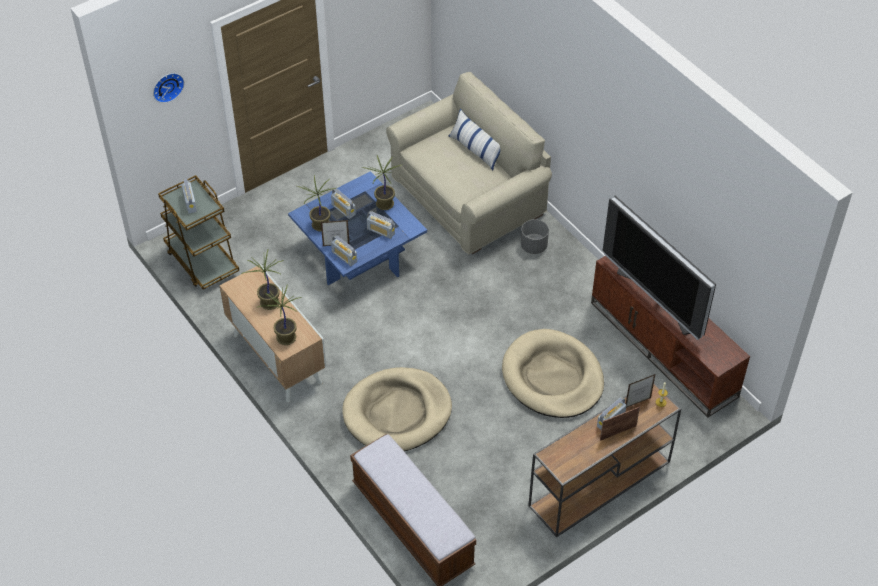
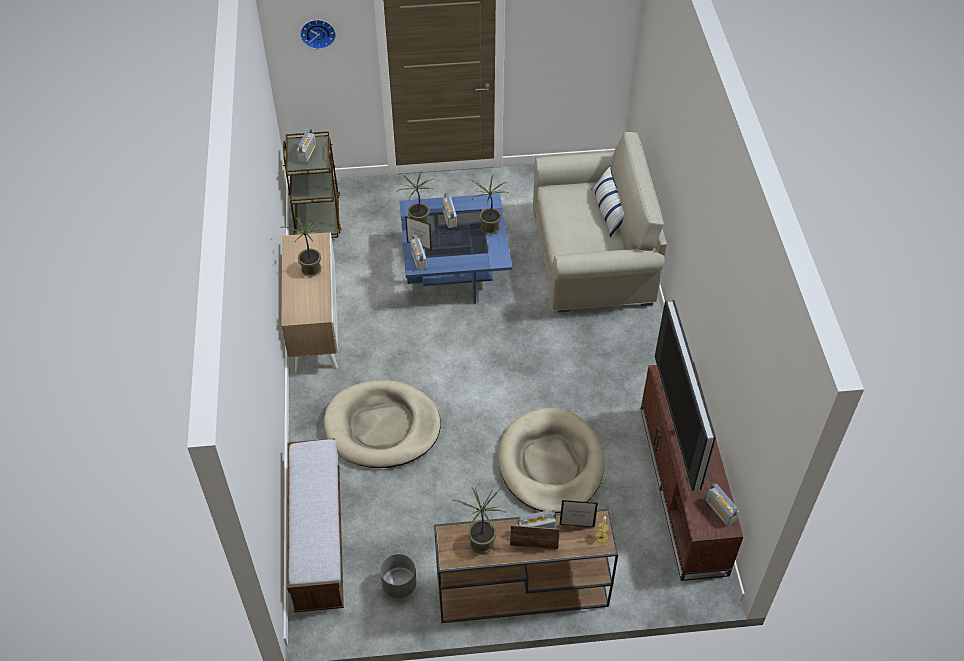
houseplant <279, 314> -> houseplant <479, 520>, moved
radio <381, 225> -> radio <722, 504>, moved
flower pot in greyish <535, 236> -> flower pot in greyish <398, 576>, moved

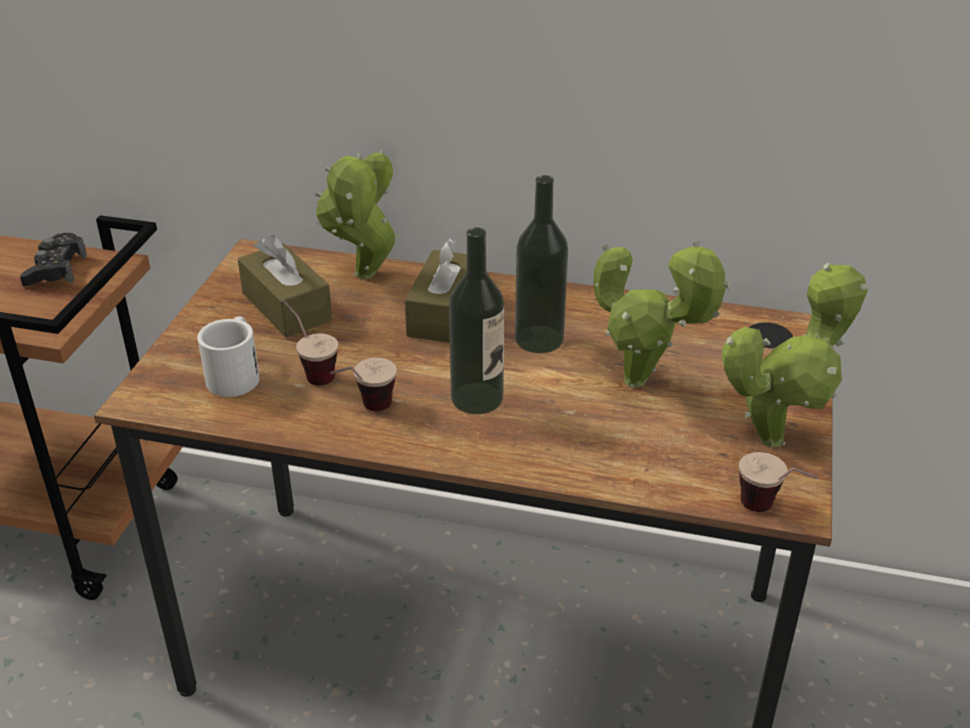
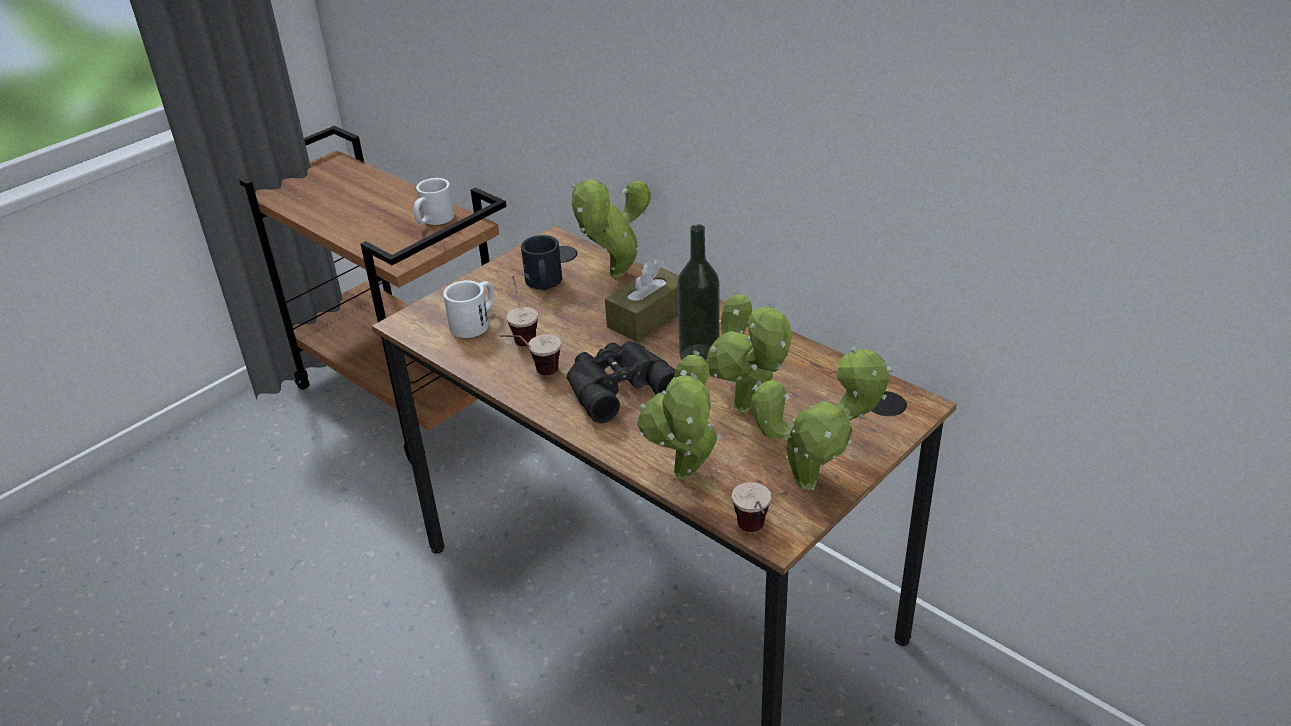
game controller in blackish <53, 259> -> coffee mug in white <434, 201>
tissue holder in brown-coloured <285, 286> -> coffee mug in blackish <541, 262>
drink bottle <477, 320> -> field glasses in blackish <621, 382>
none -> houseplant <679, 415>

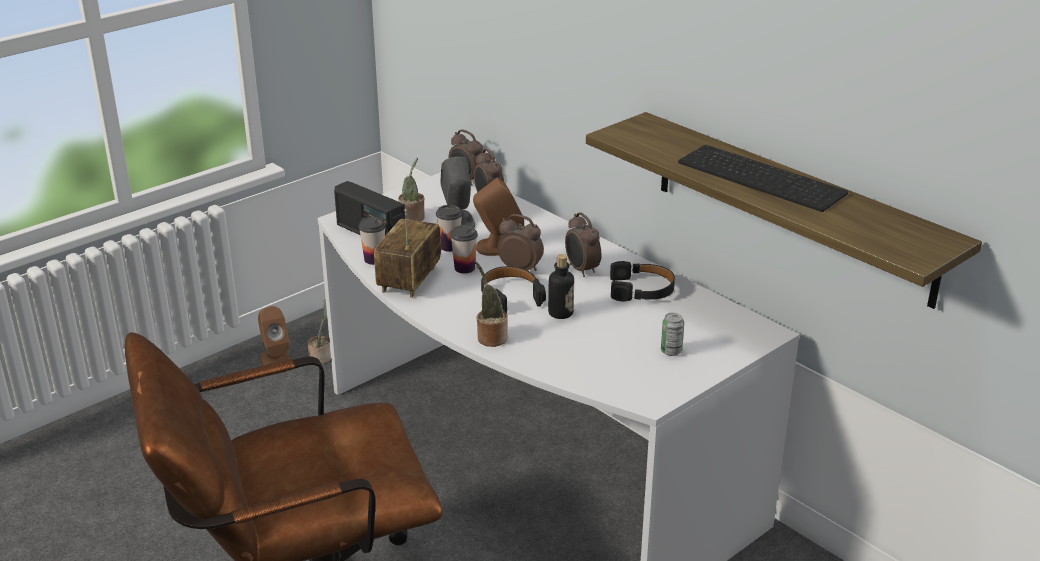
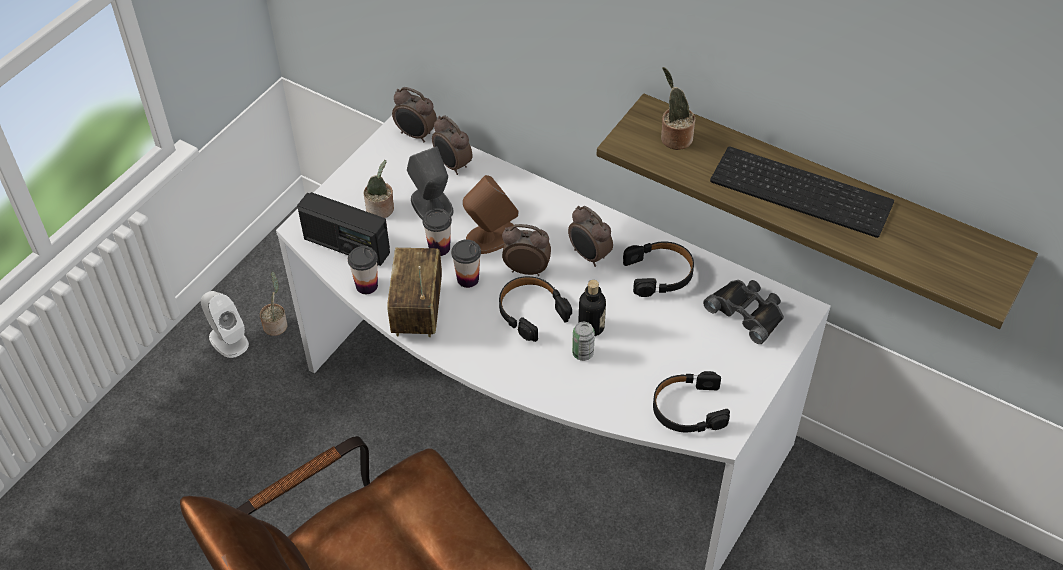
audio speaker in brown-coloured <274, 336> -> audio speaker in white <225, 324>
houseplant <491, 304> -> houseplant <678, 108>, moved
can <672, 334> -> can <583, 341>, moved
none -> headset in blackish <691, 401>
none -> field glasses in blackish <743, 312>

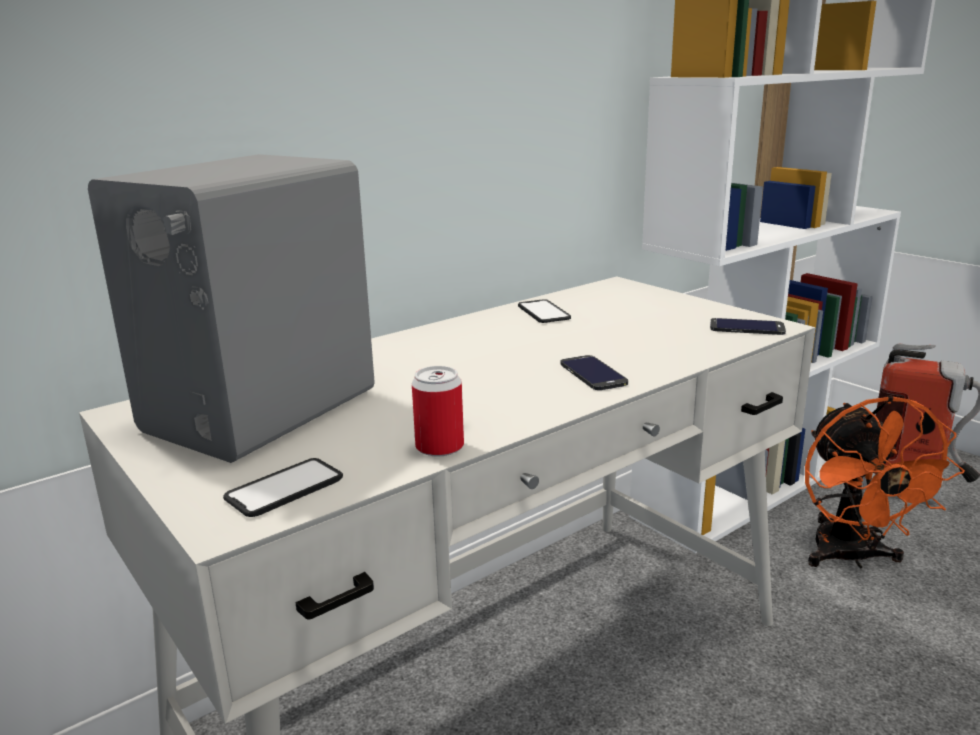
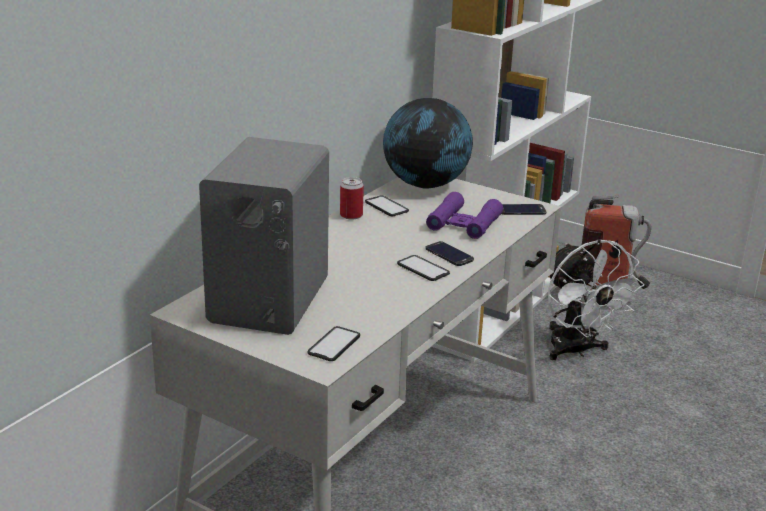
can <438, 411> -> can <352, 198>, moved
cooling fan in orangey <885, 482> -> cooling fan in white <596, 299>
none -> desk globe <428, 143>
none -> phone <423, 268>
none -> field glasses in purple <464, 215>

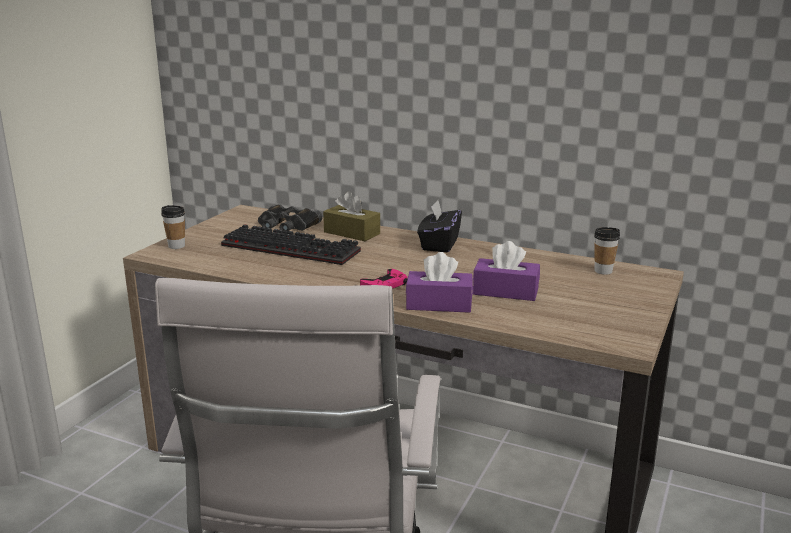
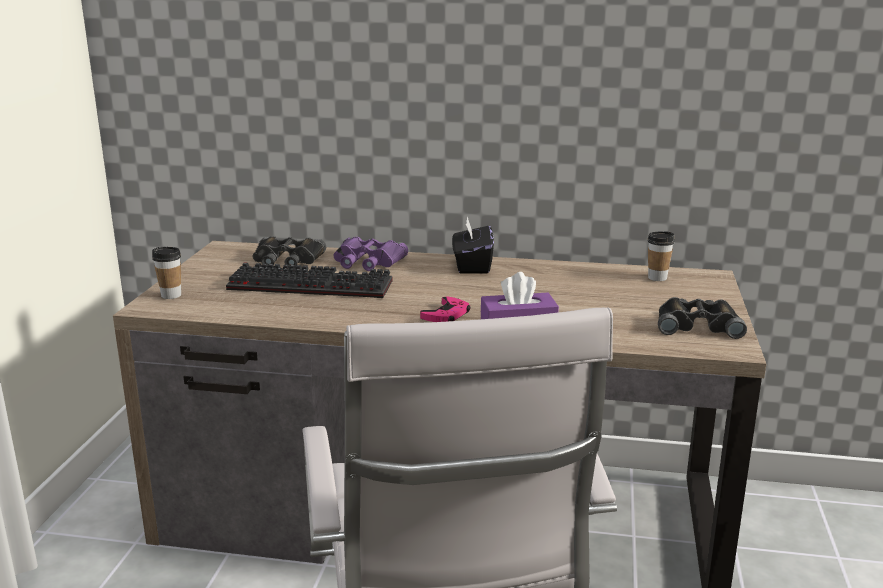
tissue holder in brown-coloured <351, 216> -> field glasses in purple <371, 254>
tissue holder in purple <506, 271> -> none
none -> field glasses in blackish <702, 318>

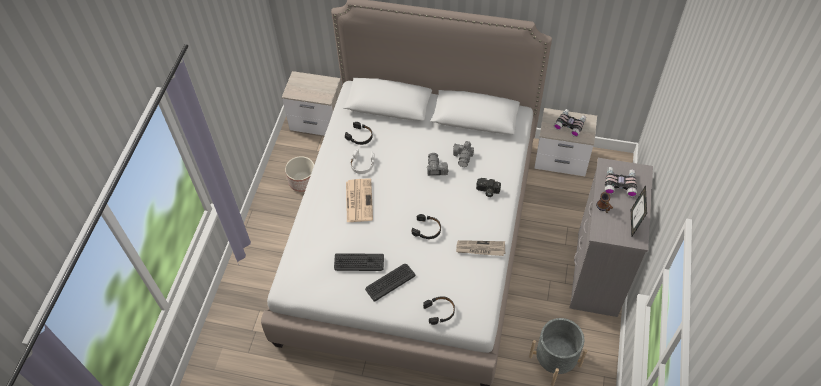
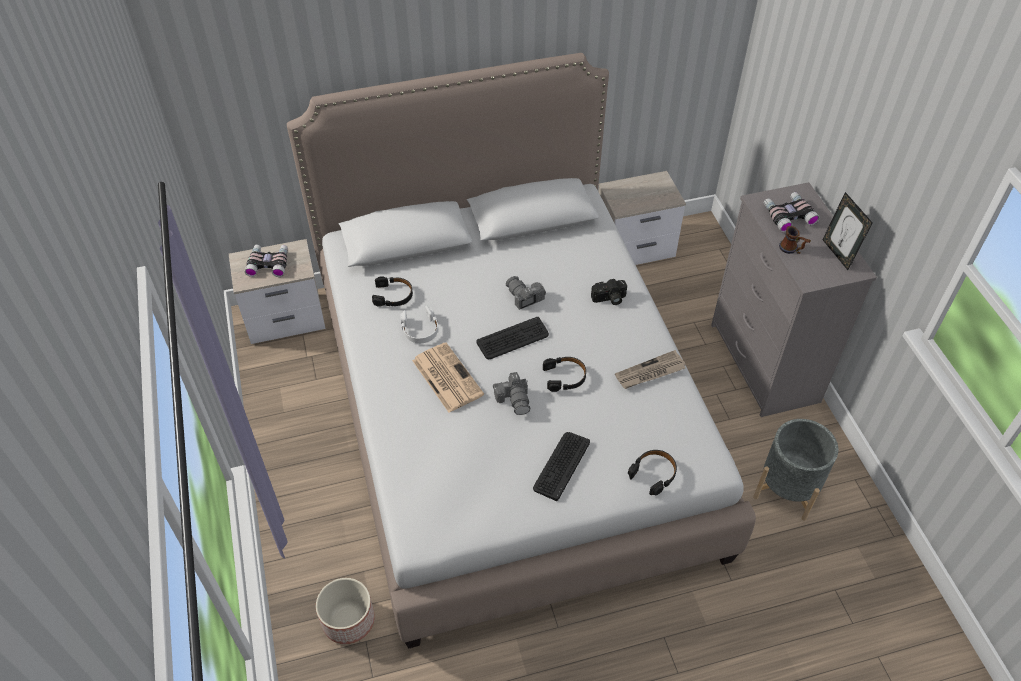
flower pot <299, 174> -> flower pot <345, 611>, moved
keyboard <359, 262> -> keyboard <513, 338>, moved
still camera <463, 154> -> still camera <511, 393>, moved
field glasses <570, 123> -> field glasses <266, 260>, moved

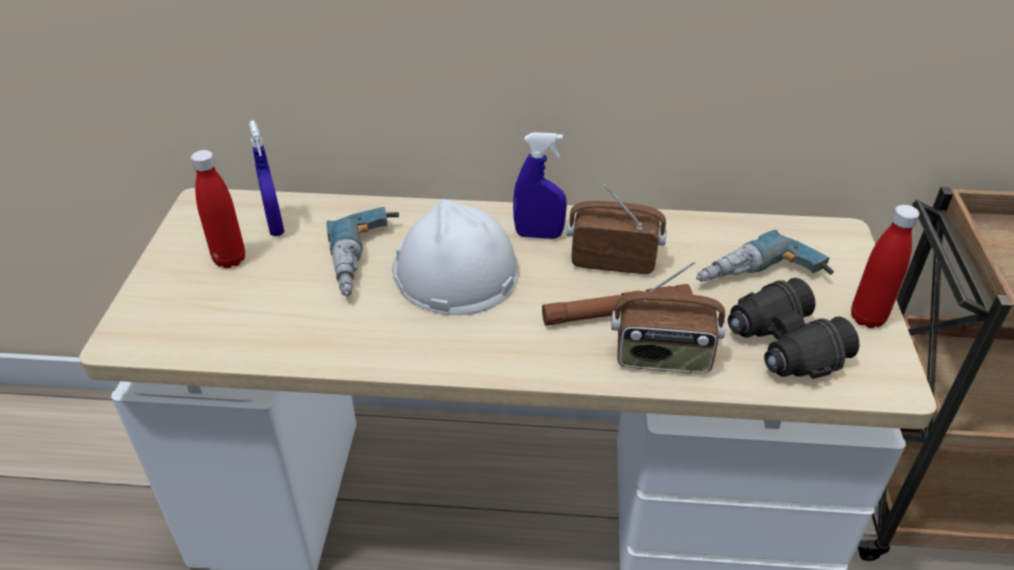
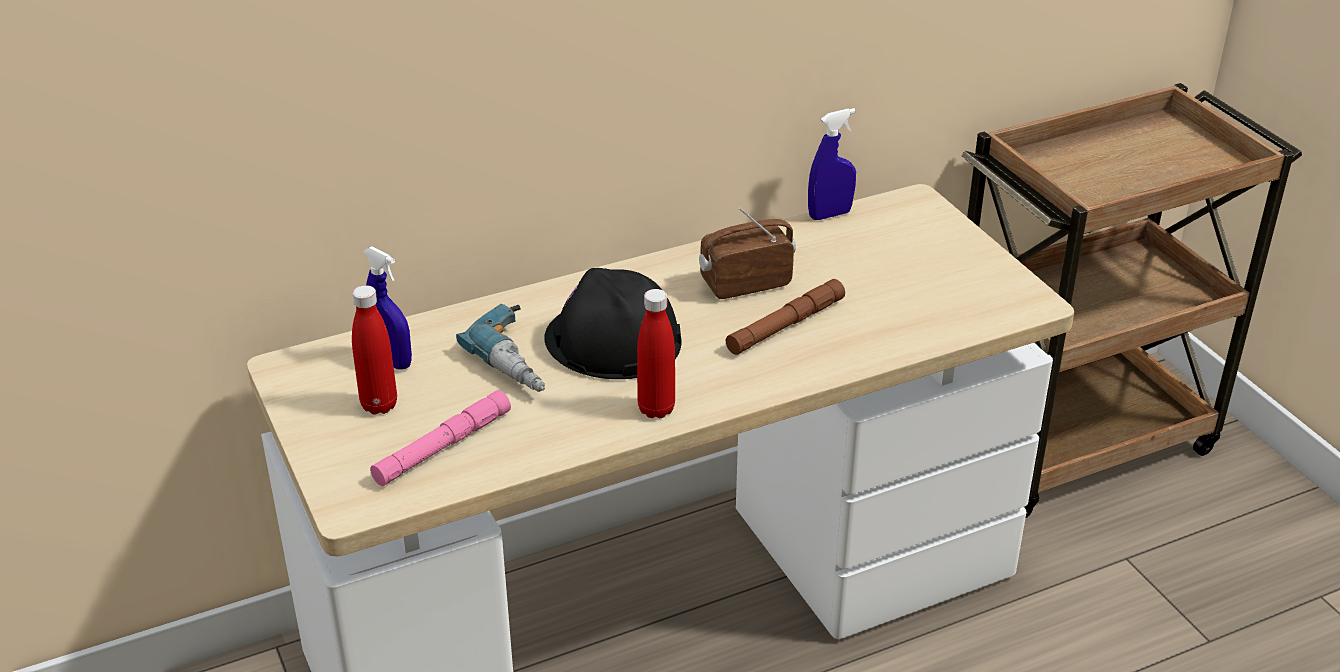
hard hat in white <455, 257> -> hard hat in blackish <613, 323>
spray bottle in bluish <540, 185> -> spray bottle in bluish <832, 164>, moved
radio <668, 317> -> none
electric drill <765, 256> -> none
field glasses in blackish <794, 328> -> none
drink bottle in red <885, 266> -> drink bottle in red <656, 353>, moved
none -> torch in pink-coloured <440, 438>

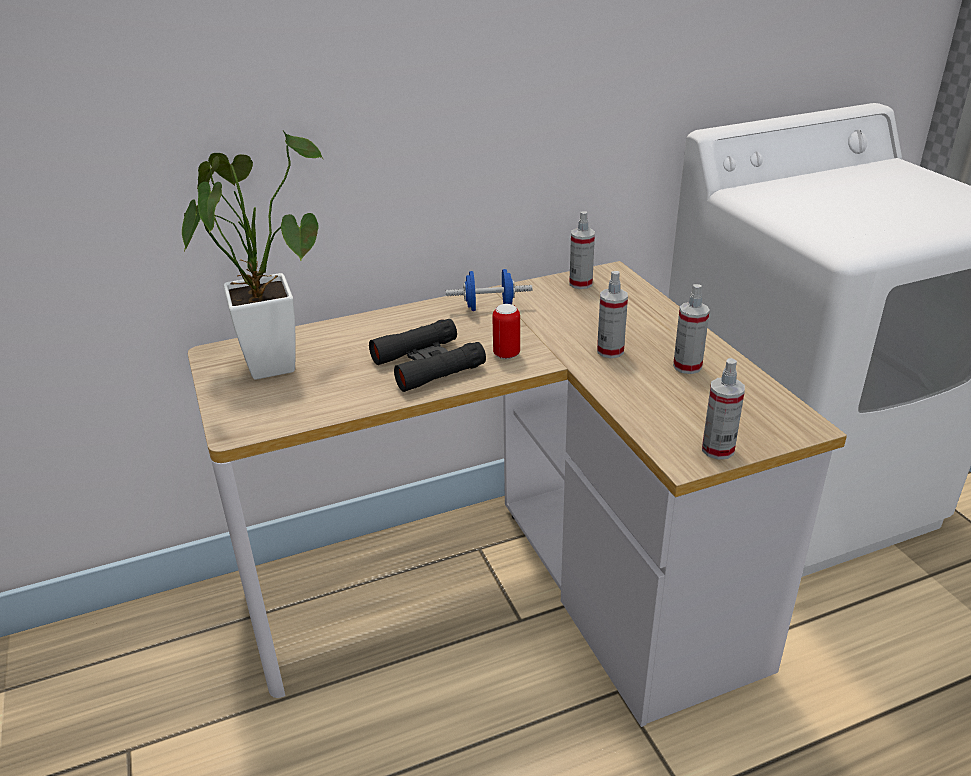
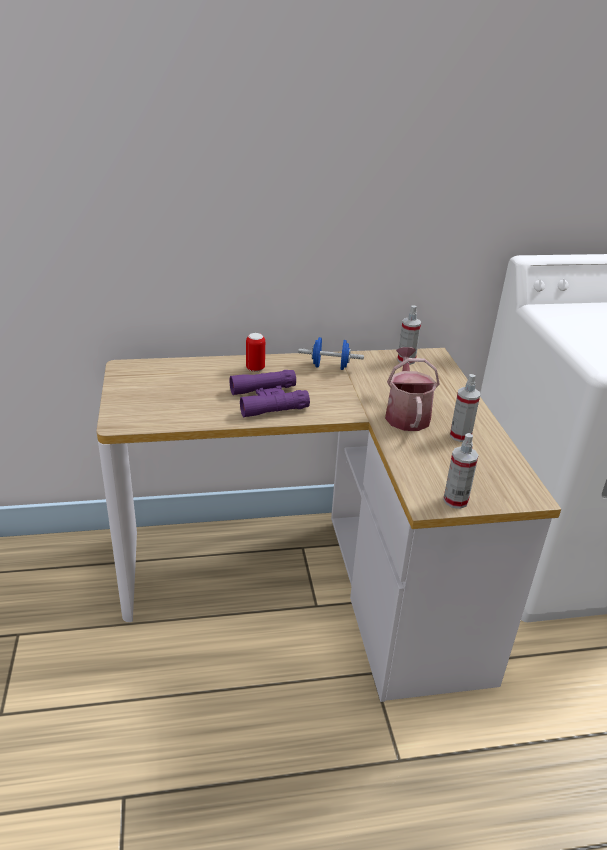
houseplant <252, 255> -> none
field glasses in blackish <427, 355> -> field glasses in purple <269, 393>
can <506, 331> -> can <255, 352>, moved
spray bottle <612, 314> -> watering can <412, 389>

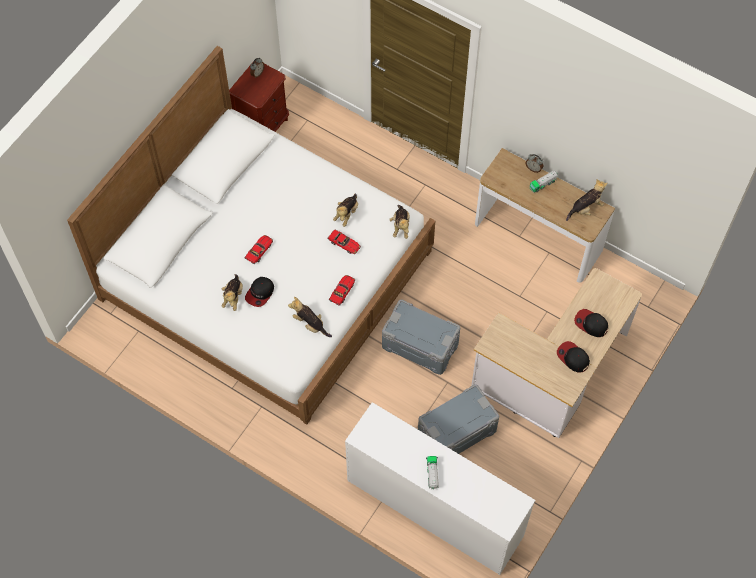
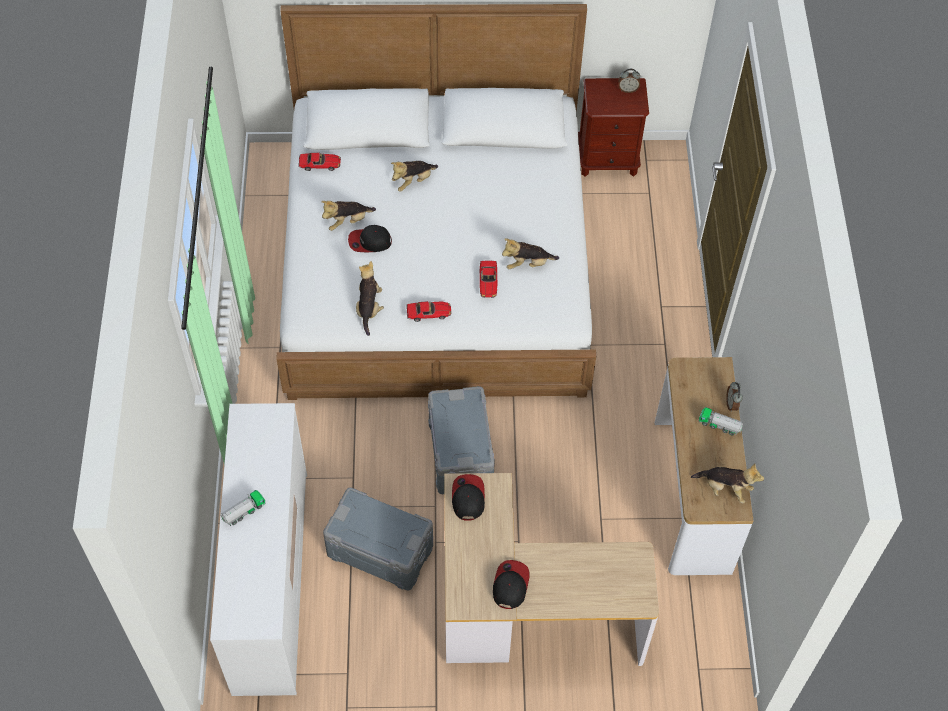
toy car <259, 249> -> toy car <319, 162>, moved
soft toy <399, 222> -> soft toy <414, 176>, moved
cap <591, 323> -> cap <468, 497>, moved

